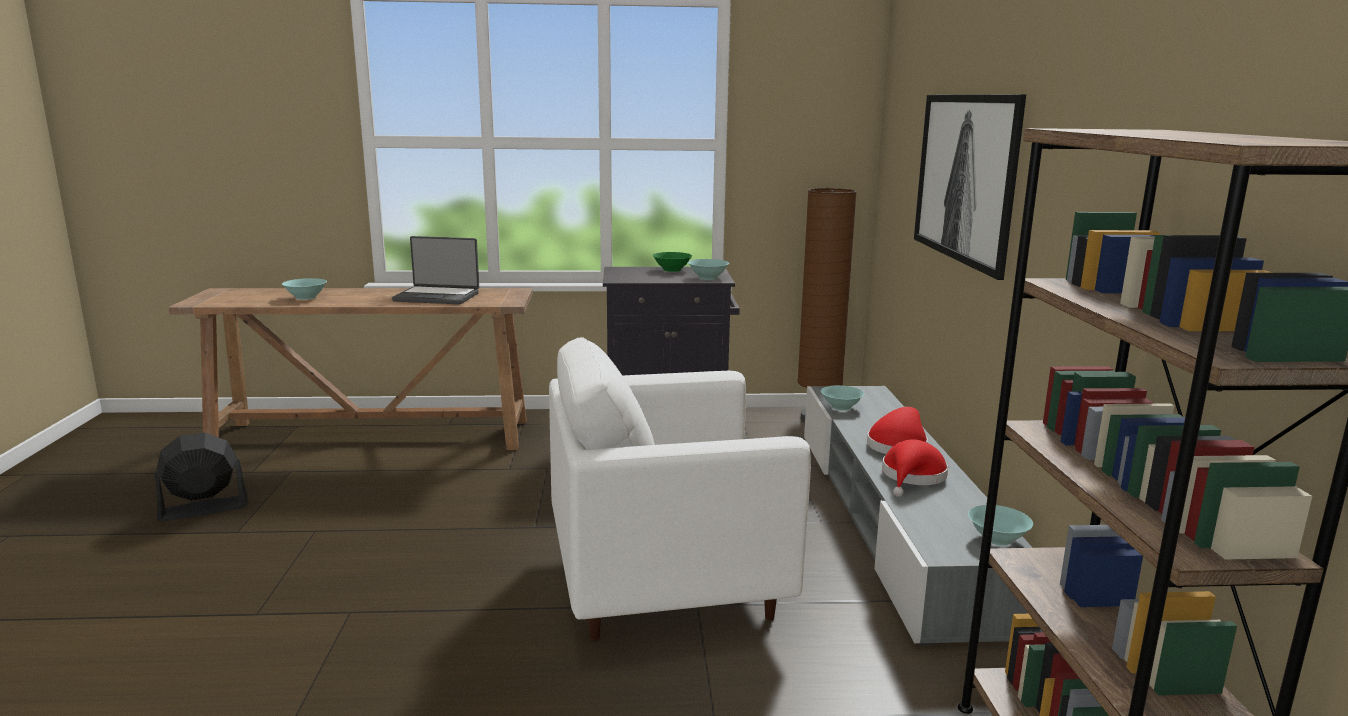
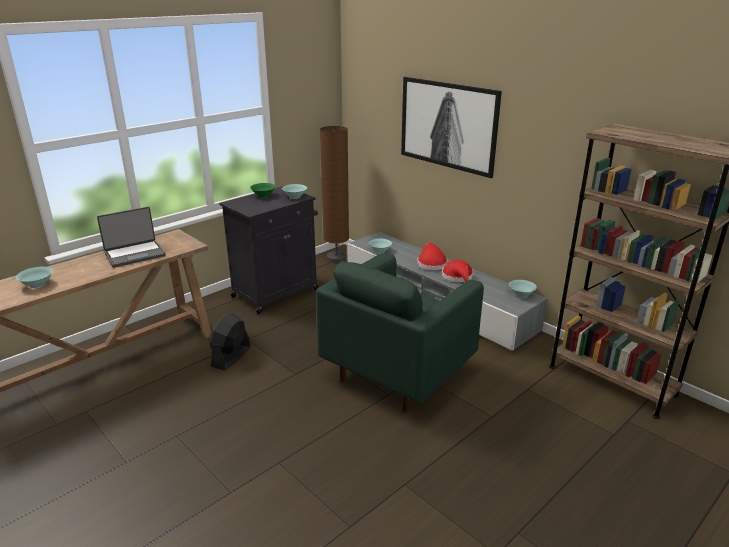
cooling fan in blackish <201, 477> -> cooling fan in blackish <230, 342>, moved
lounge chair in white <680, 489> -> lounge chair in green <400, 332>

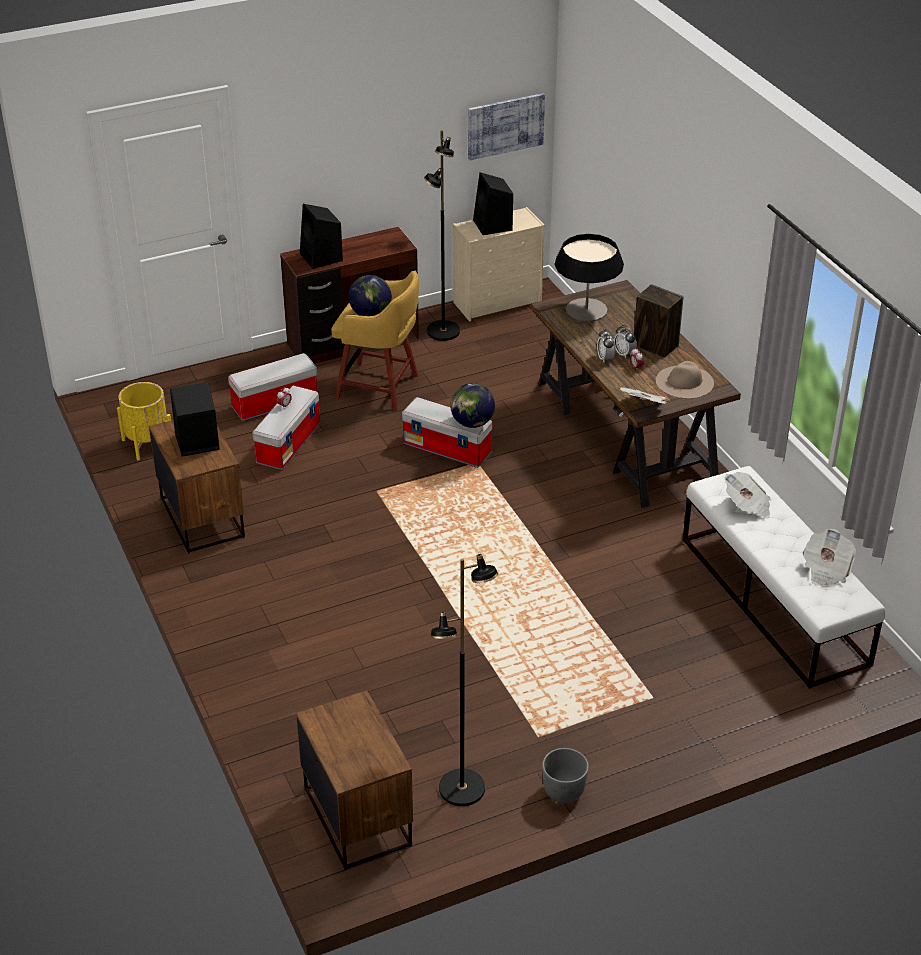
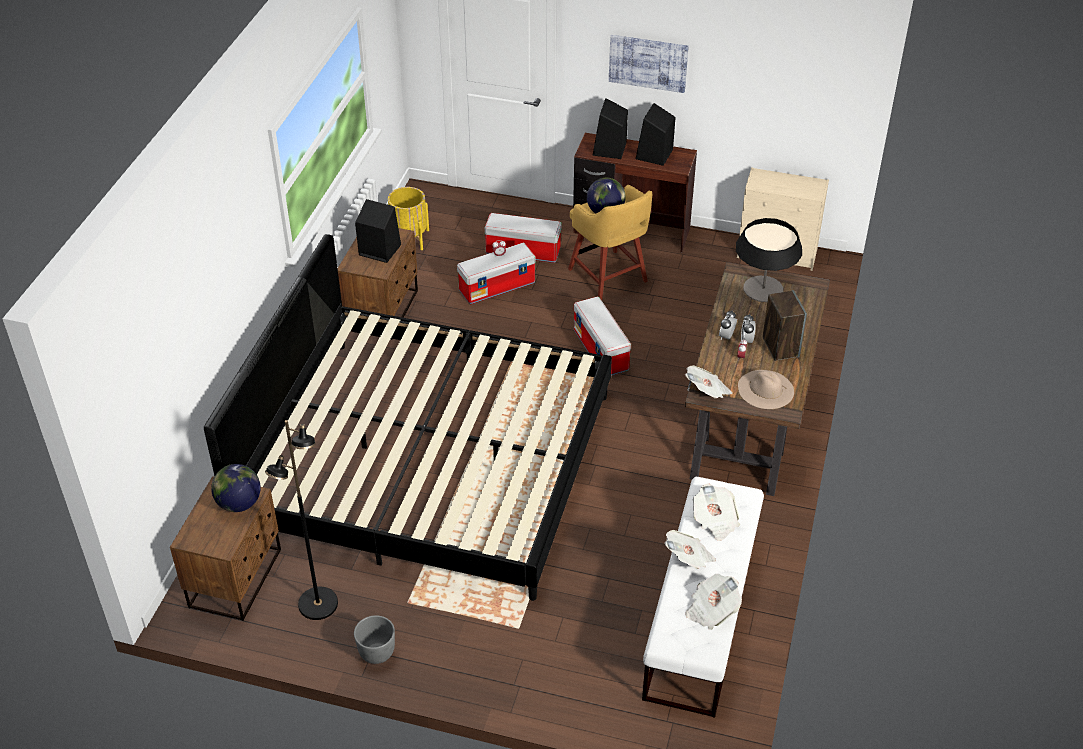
standing lamp in blackish <442, 235> -> none
desk globe <472, 405> -> desk globe <236, 488>, moved
picture <506, 126> -> picture <649, 64>, moved
audio speaker in blackish <493, 203> -> audio speaker in blackish <656, 134>, moved
none -> bedroom bed <408, 417>
none -> printed paper <690, 549>

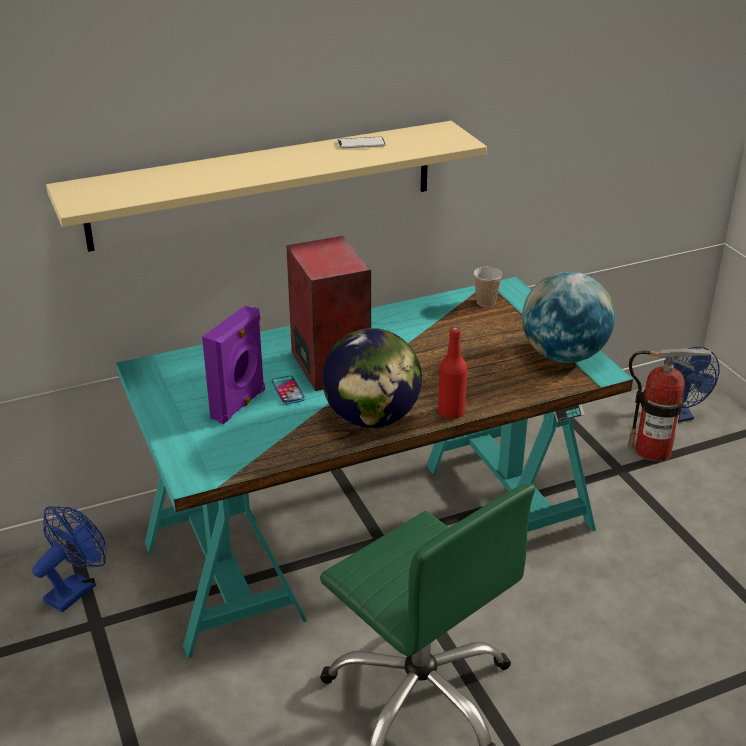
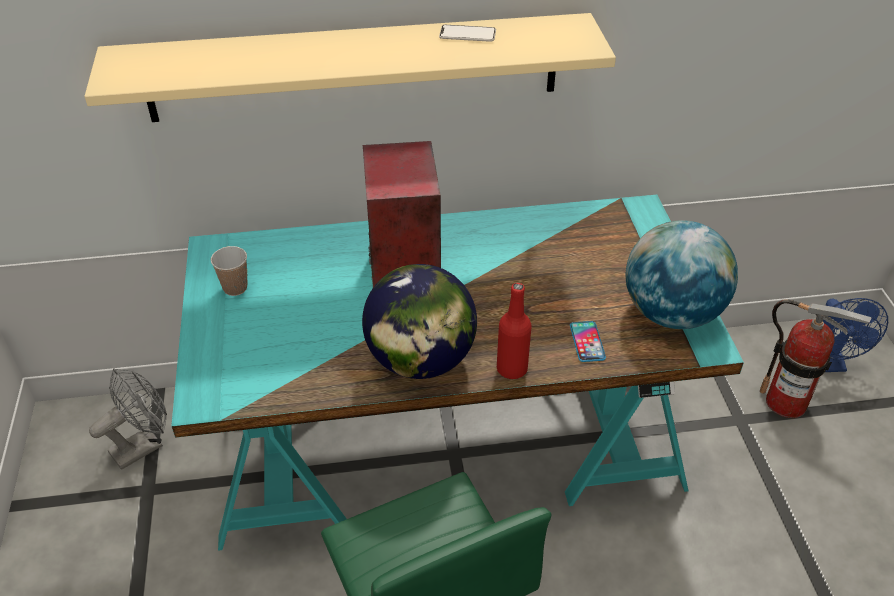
cooling fan in bluish <69, 559> -> cooling fan in greyish <128, 419>
audio speaker in purple <233, 365> -> none
phone <288, 390> -> phone <588, 341>, moved
cup <488, 287> -> cup <229, 271>, moved

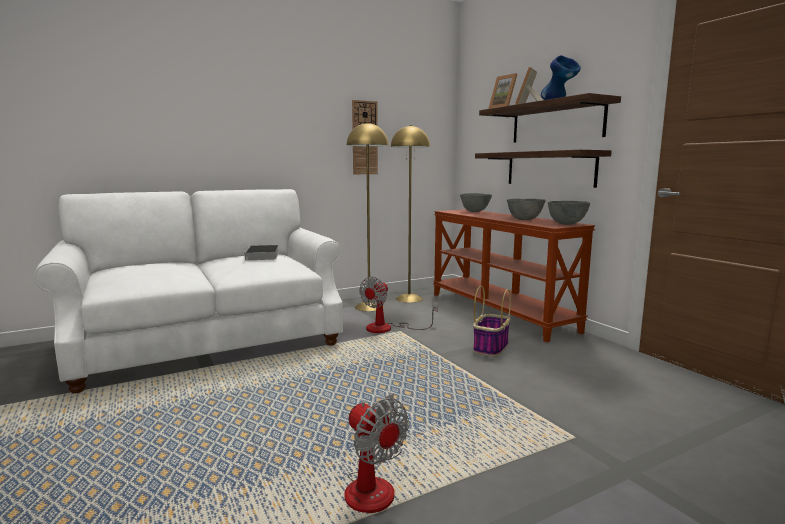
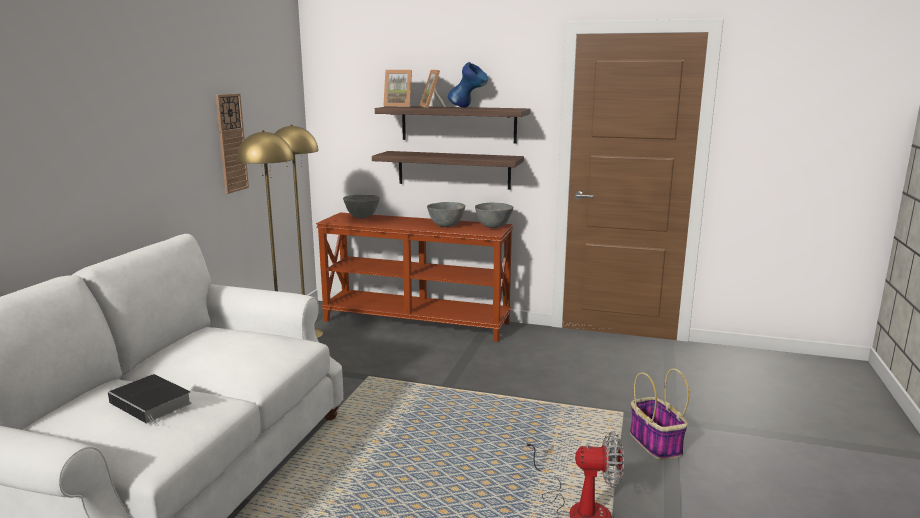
volume <262, 253> -> volume <150, 400>, moved
cooling fan <398, 305> -> none
household basket <492, 321> -> household basket <659, 414>, moved

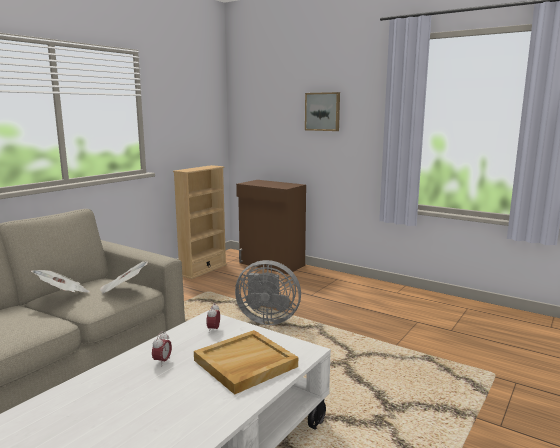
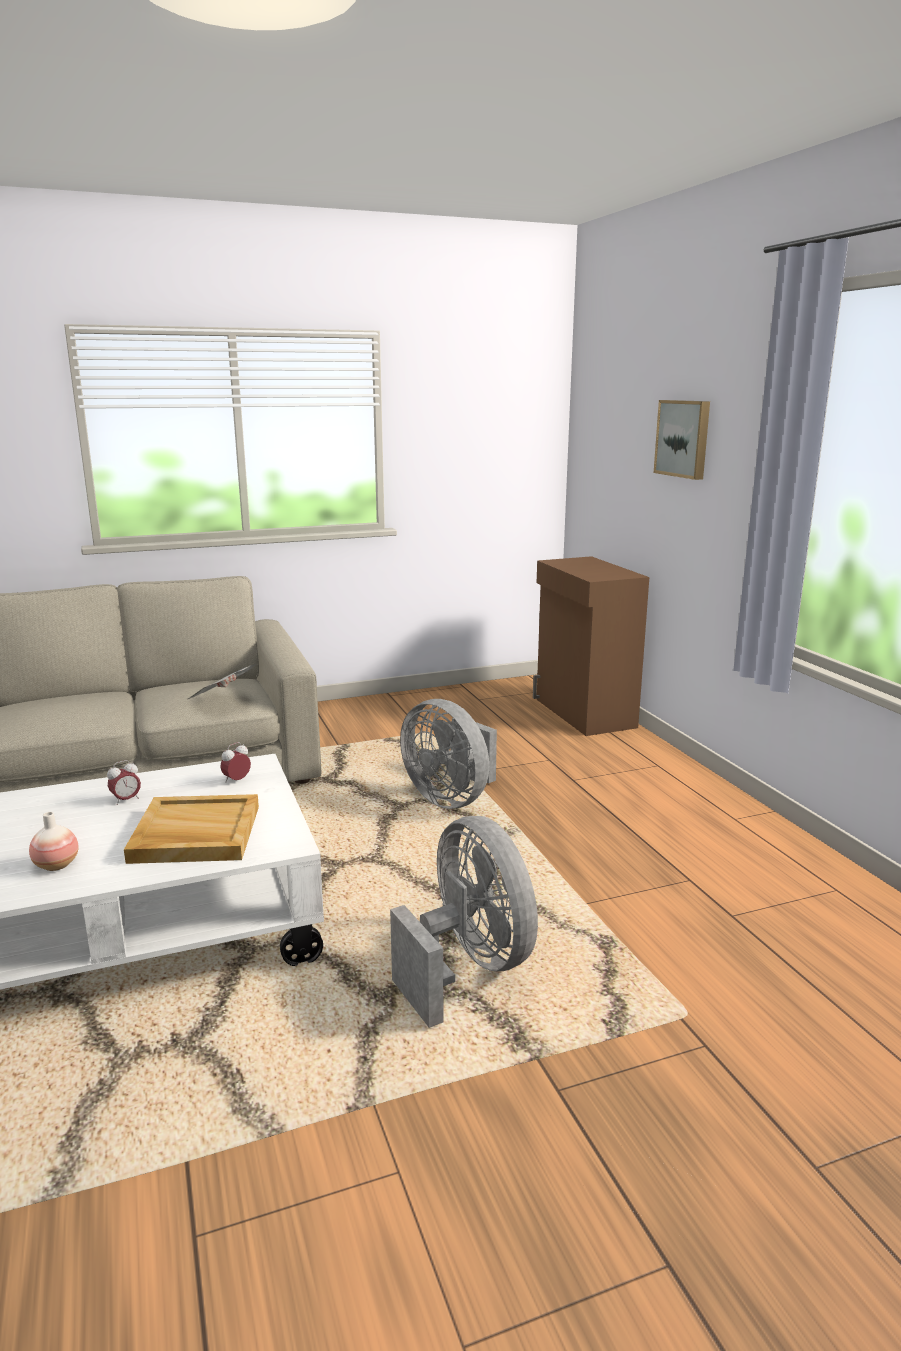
printed paper <60, 281> -> none
bookcase in beige <200, 222> -> none
none -> vase <54, 841>
none -> cooling fan in greyish <464, 922>

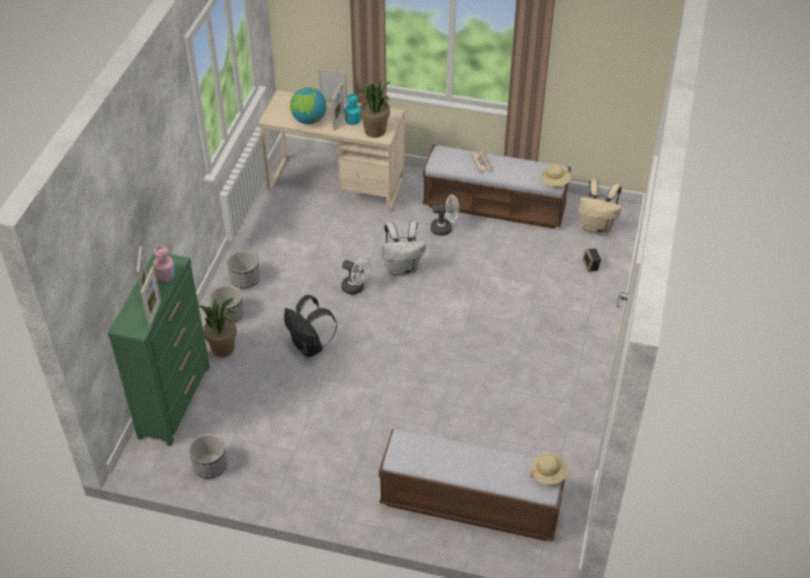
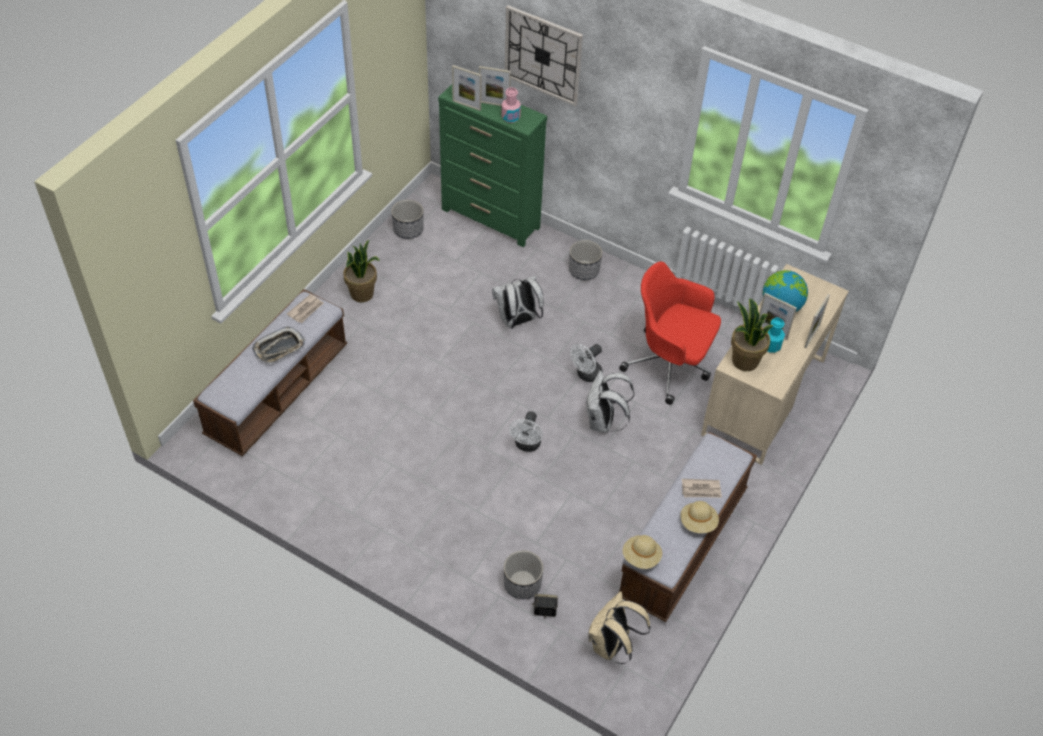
houseplant <218, 327> -> houseplant <361, 271>, moved
flower pot <243, 269> -> flower pot <523, 574>, moved
knapsack in blackish <310, 326> -> knapsack in white <518, 302>
cooling fan in white <445, 215> -> cooling fan in white <526, 431>, moved
clothing hat in beige <549, 469> -> clothing hat in beige <699, 517>, moved
none -> serving tray <278, 345>
none -> printed paper <305, 308>
none -> hanging clock <544, 55>
none -> office chair in red <670, 333>

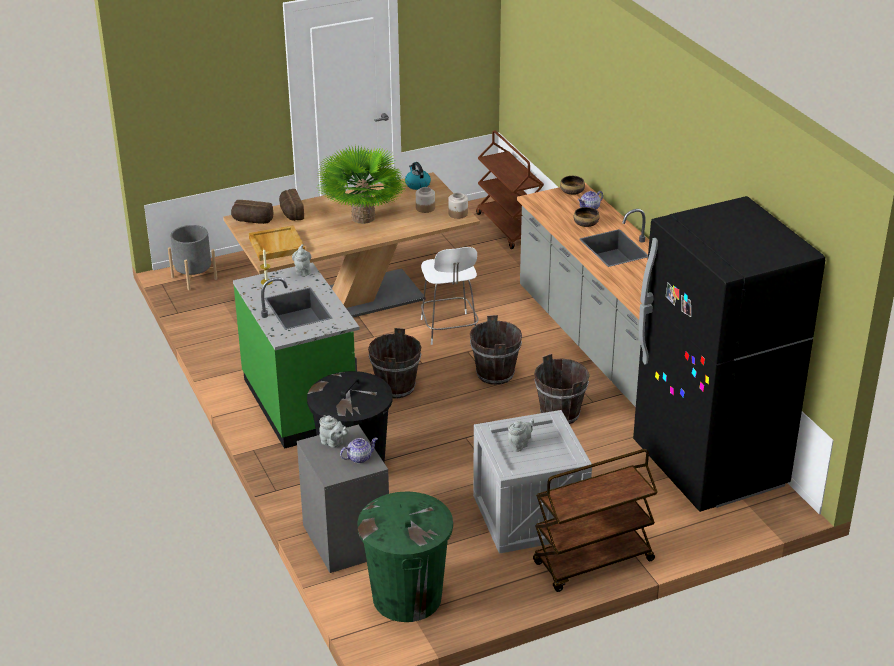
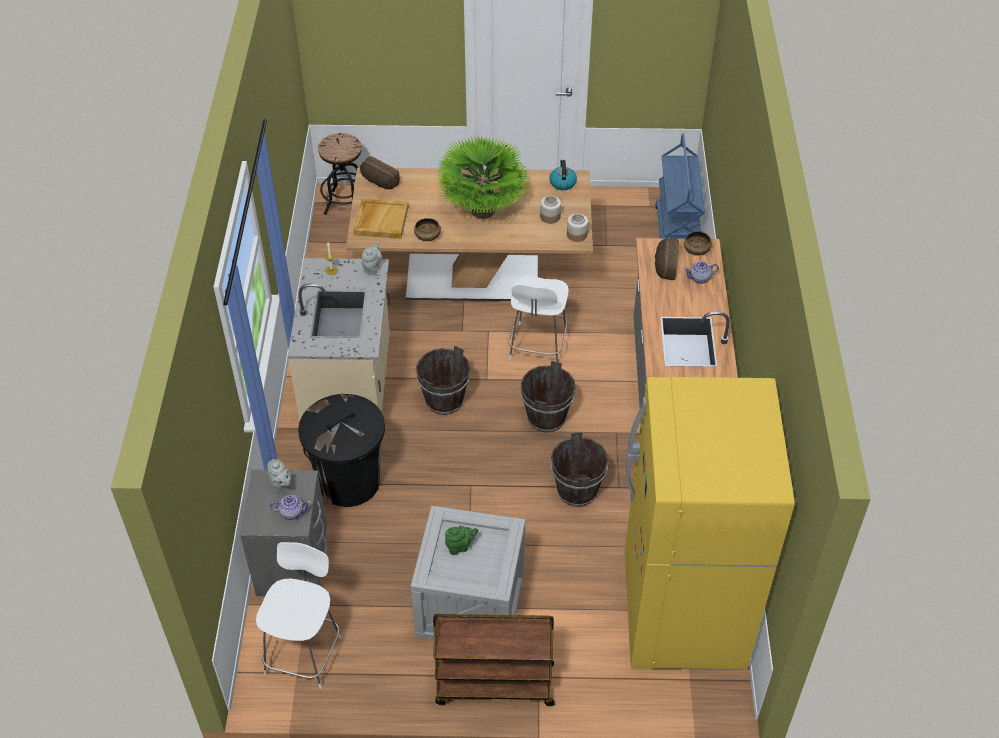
flower pot in greyish <192, 257> -> stool in blackish <340, 174>
kitchen counter in green <296, 355> -> kitchen counter in beige <339, 339>
bread <291, 205> -> bread <667, 259>, moved
rubbish bin in green <405, 556> -> upright chair in white <298, 615>
cart in brown-coloured <510, 189> -> cart in bluish <680, 186>
teapot in greyish <521, 435> -> teapot in green <461, 540>
bowl <586, 217> -> bowl <427, 229>, moved
kitchen fridge in blackish <729, 354> -> kitchen fridge in yellowish <710, 523>

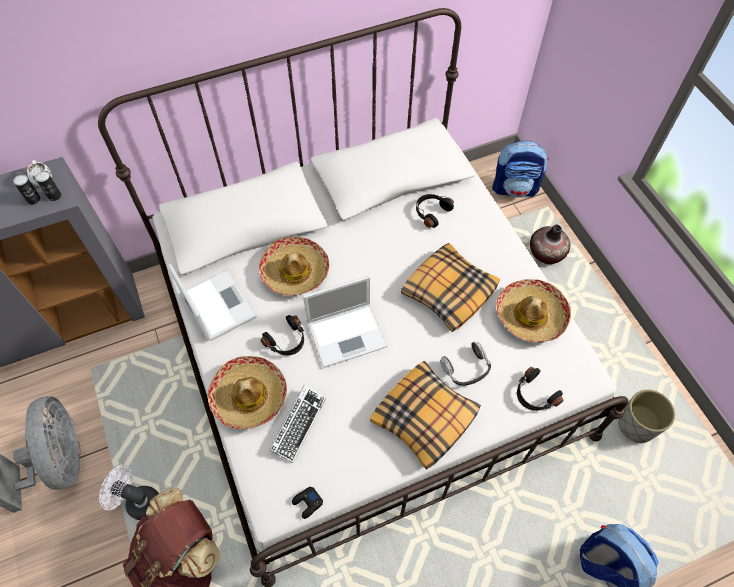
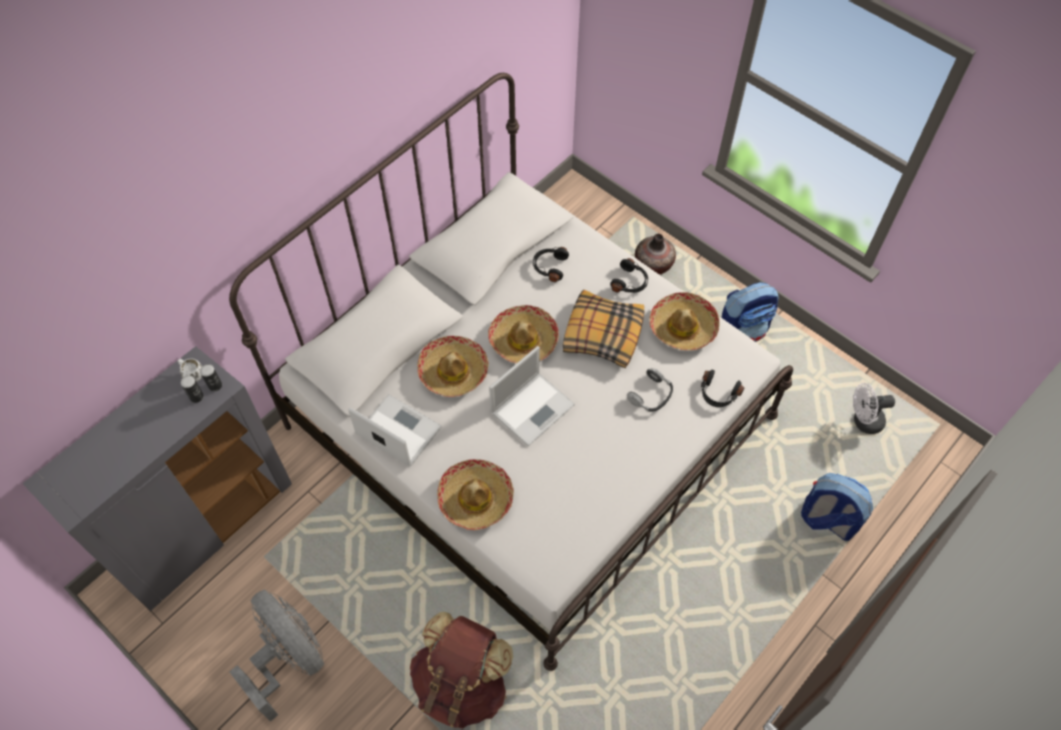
cooling fan in white <129, 492> -> cooling fan in white <874, 408>, moved
headset in blackish <282, 335> -> headset in blackish <629, 275>, moved
keyboard <298, 424> -> none
game controller in blackish <307, 503> -> none
cushion <425, 415> -> none
knapsack <520, 169> -> knapsack <750, 312>, moved
flower pot in greyish <646, 416> -> none
none -> clothing hat <523, 334>

